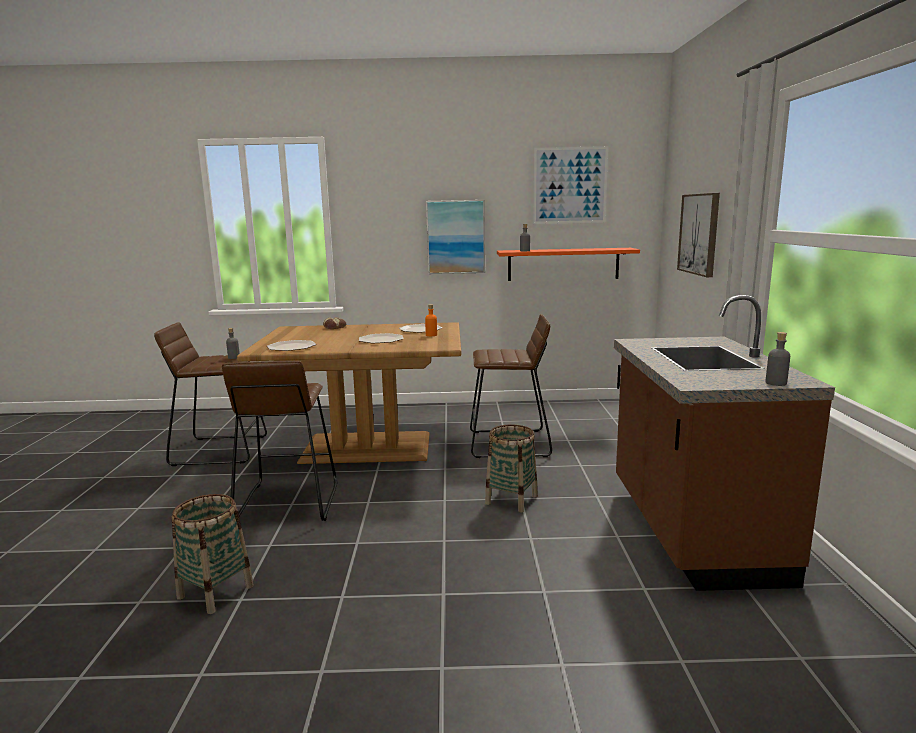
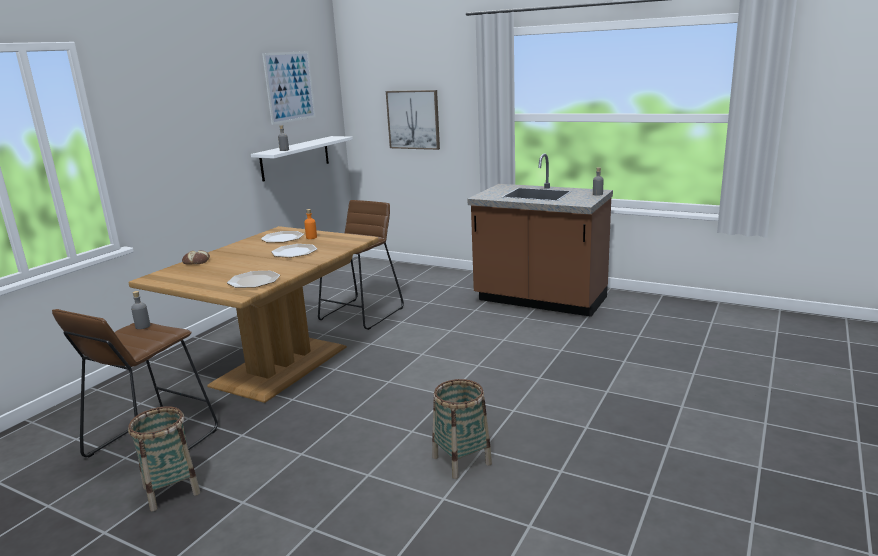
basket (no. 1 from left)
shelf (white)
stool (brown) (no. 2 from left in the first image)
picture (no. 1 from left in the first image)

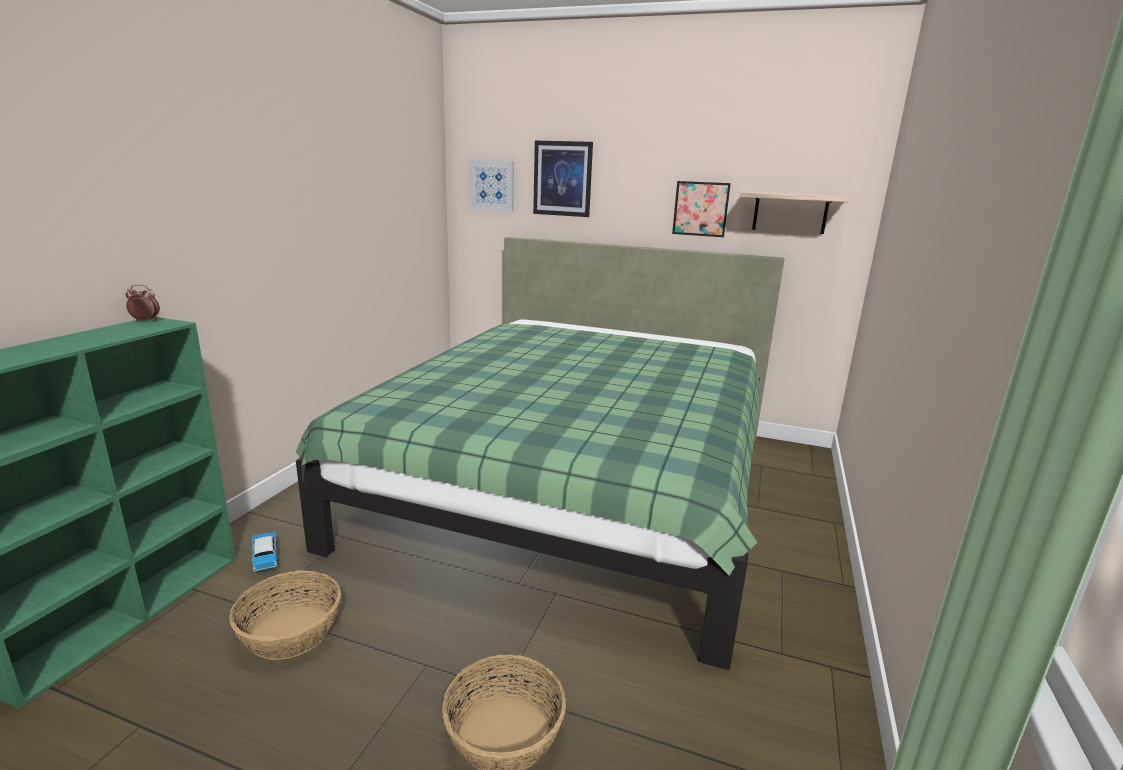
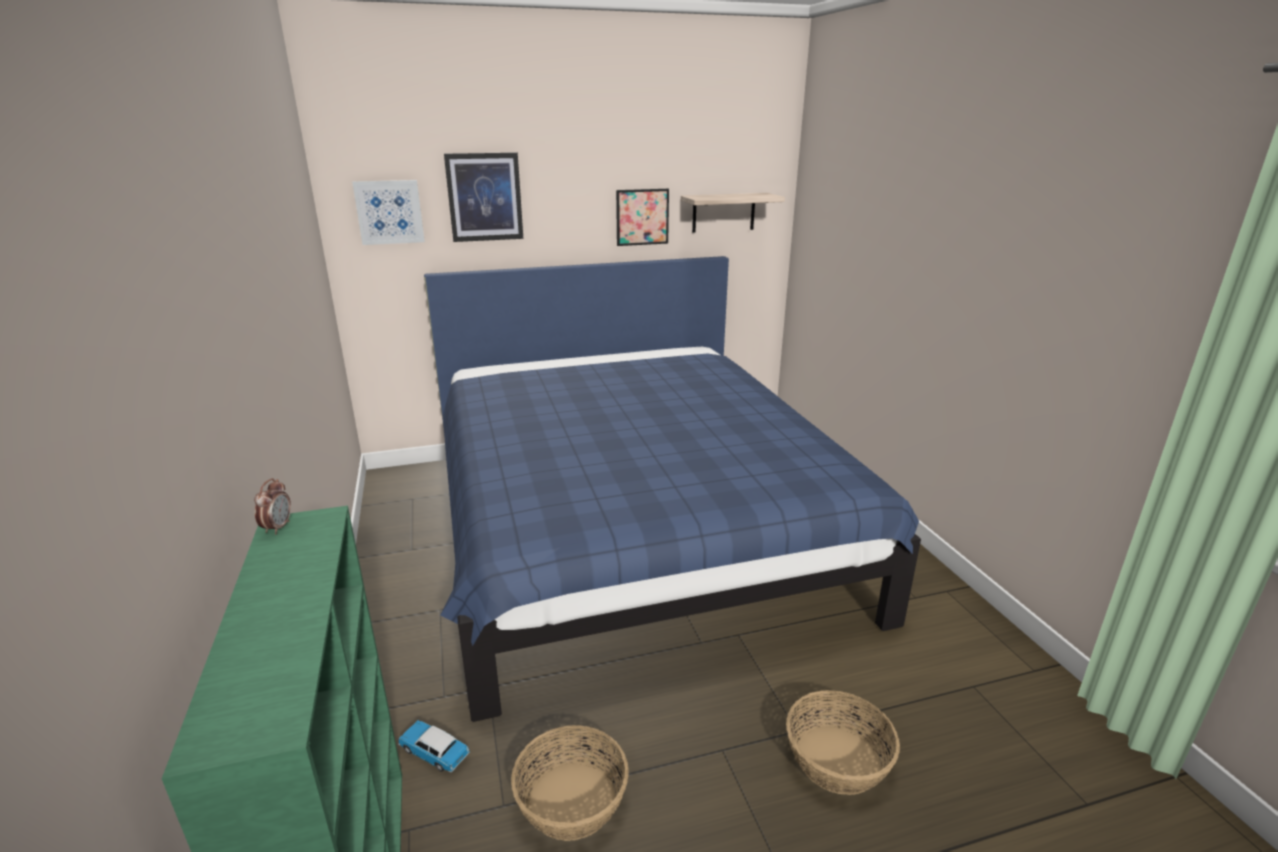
alarm clock
bed (blue)

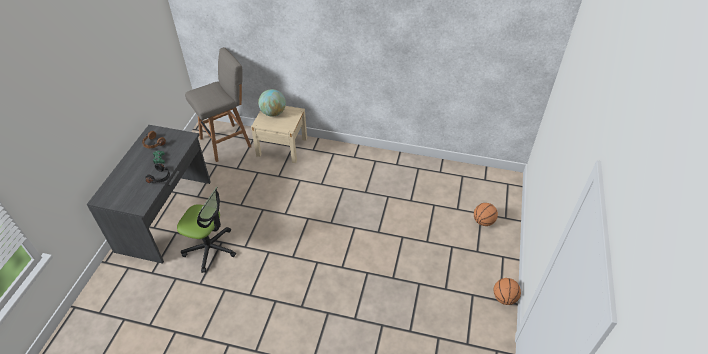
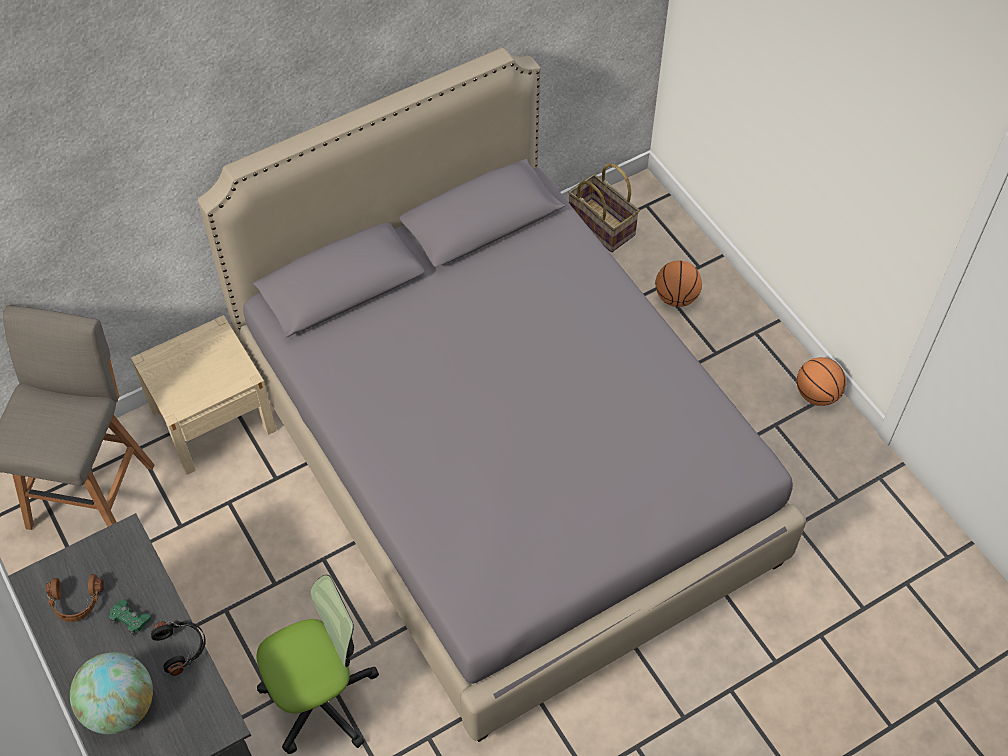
globe
bed (grey)
basket

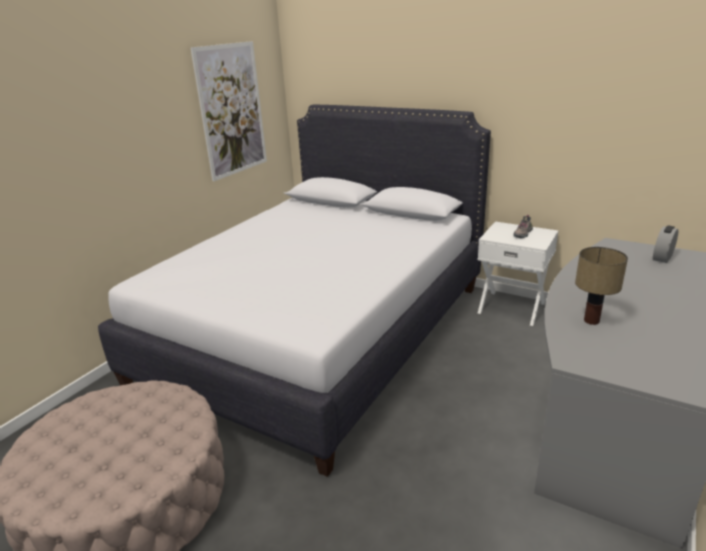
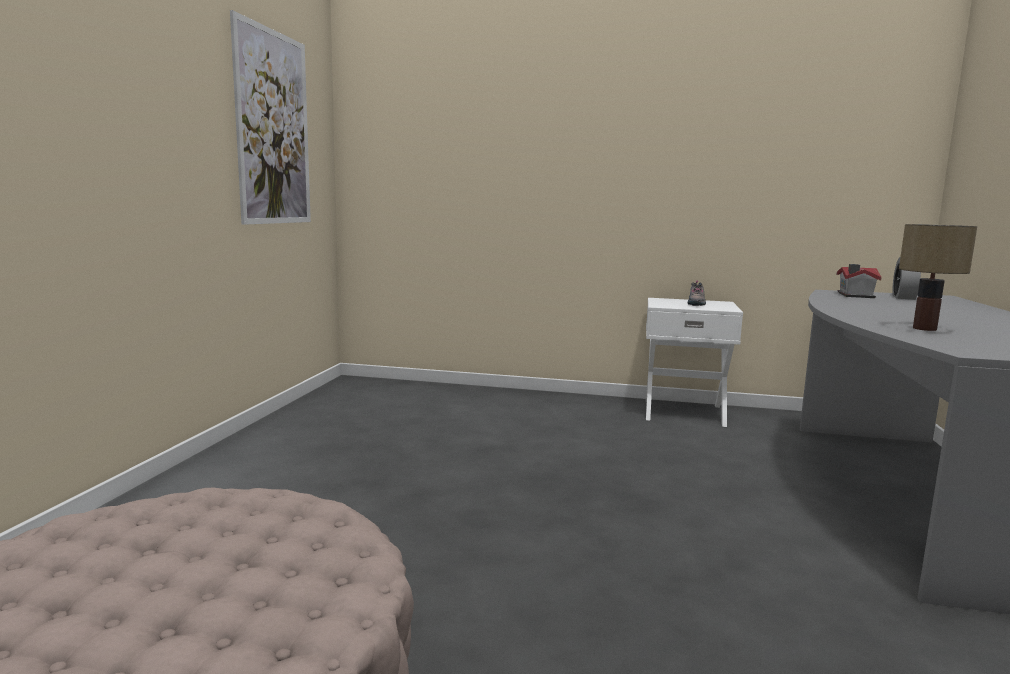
toy house
bed (white)

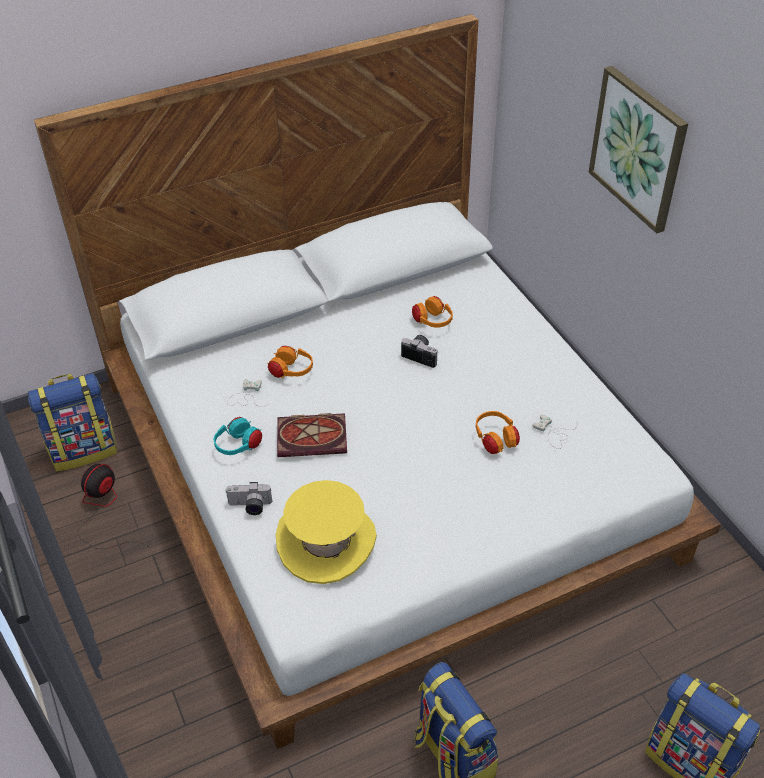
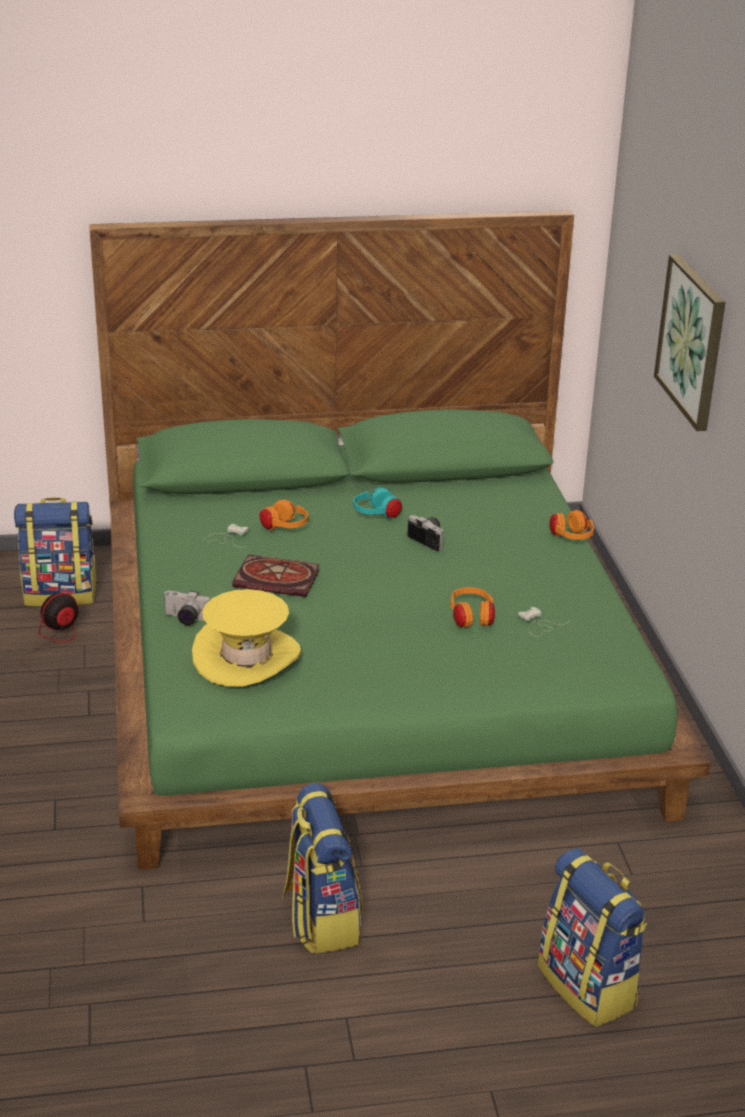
bed (green)
headphones (turquoise)
headphones (orange) (no. 3 from left)

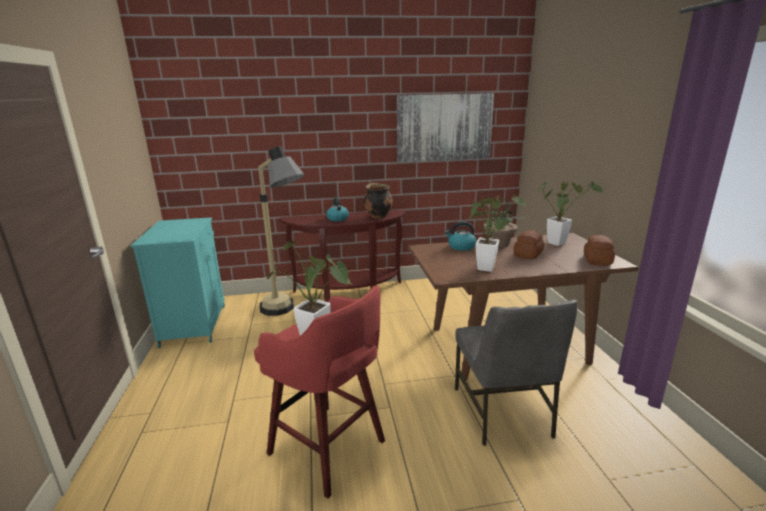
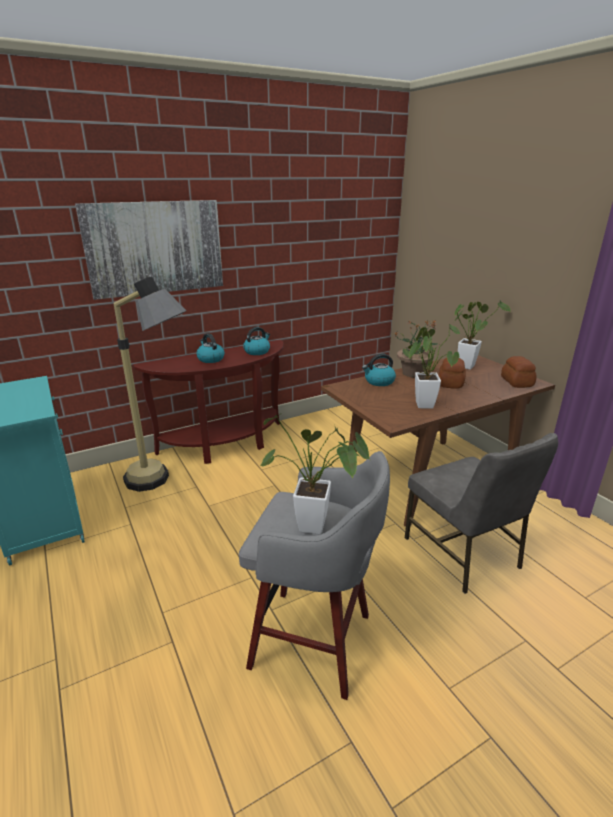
picture
stool (grey)
kettle (no. 2 from left)

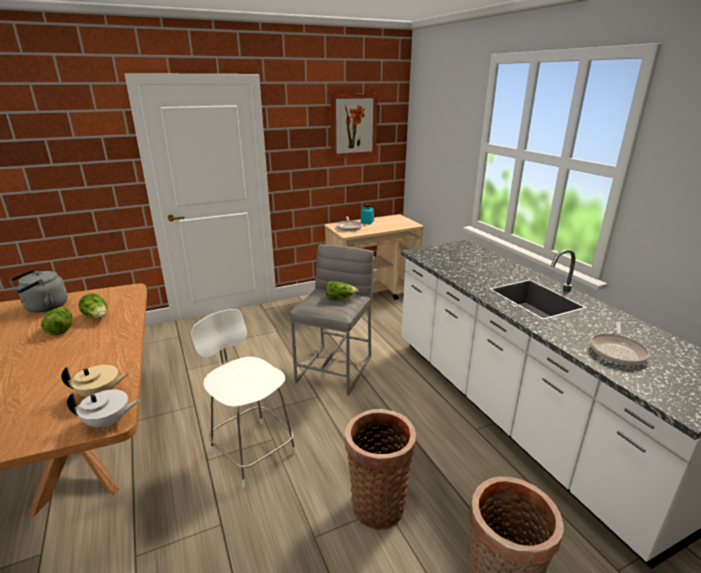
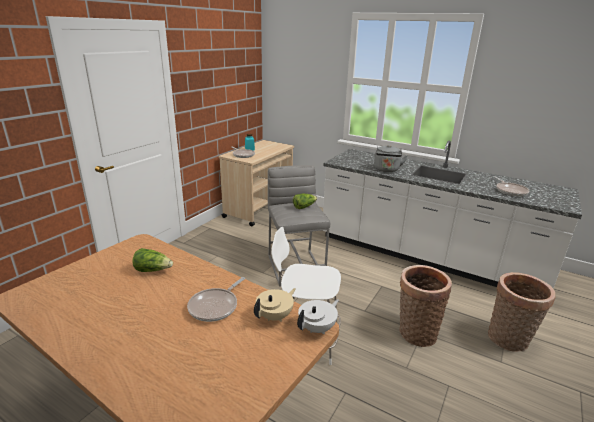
frying pan (no. 1 from left)
kettle (grey)
lettuce (no. 1 from left in the first image)
picture

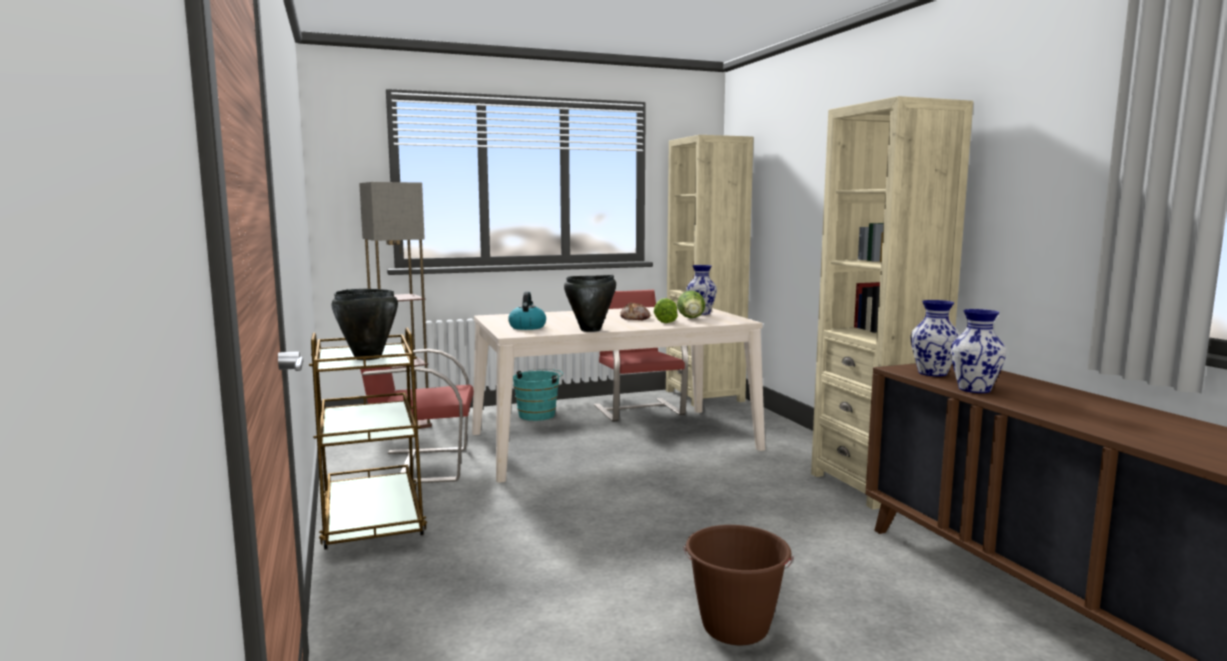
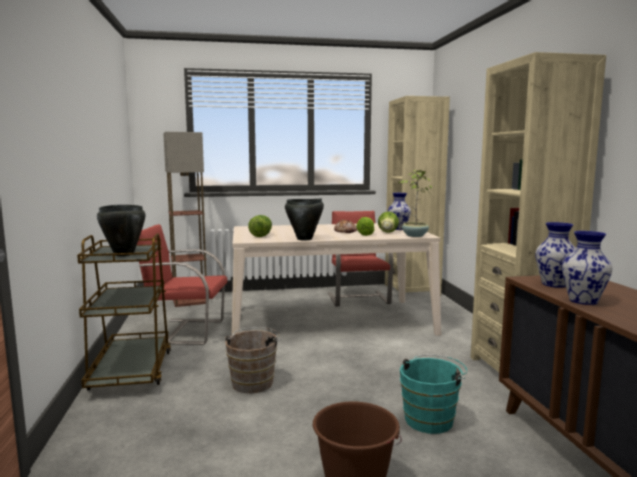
bucket (brown) (no. 1 from left)
lettuce (no. 1 from left)
potted plant
bucket (turquoise)

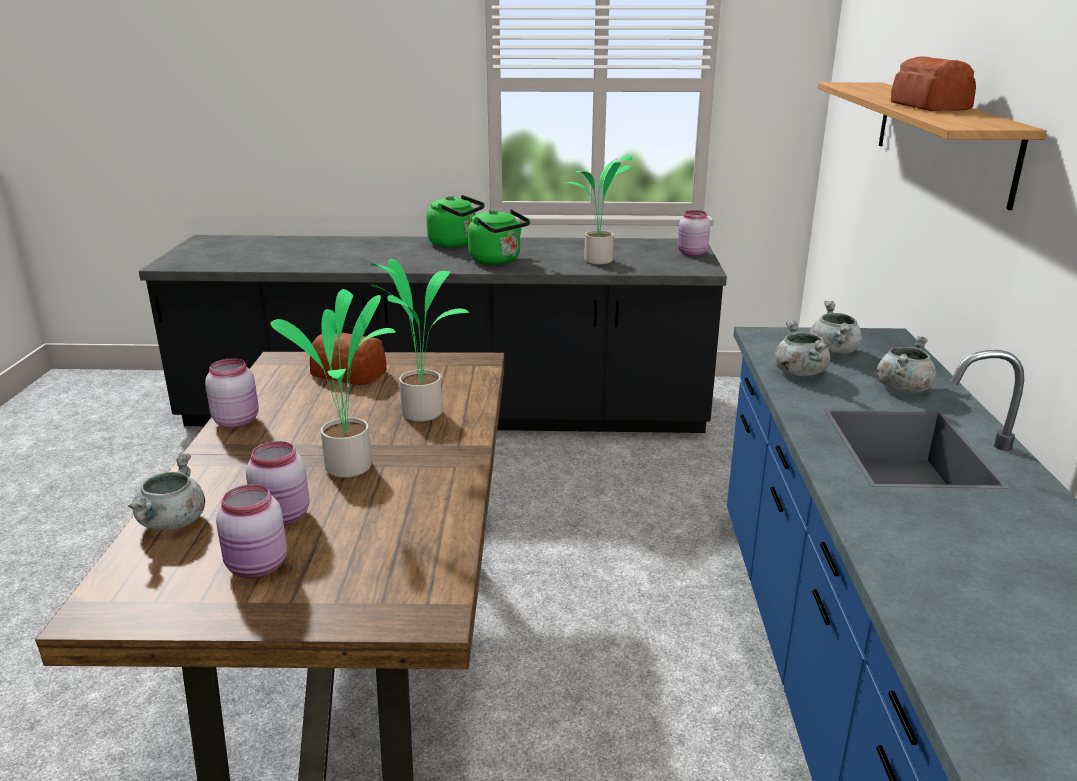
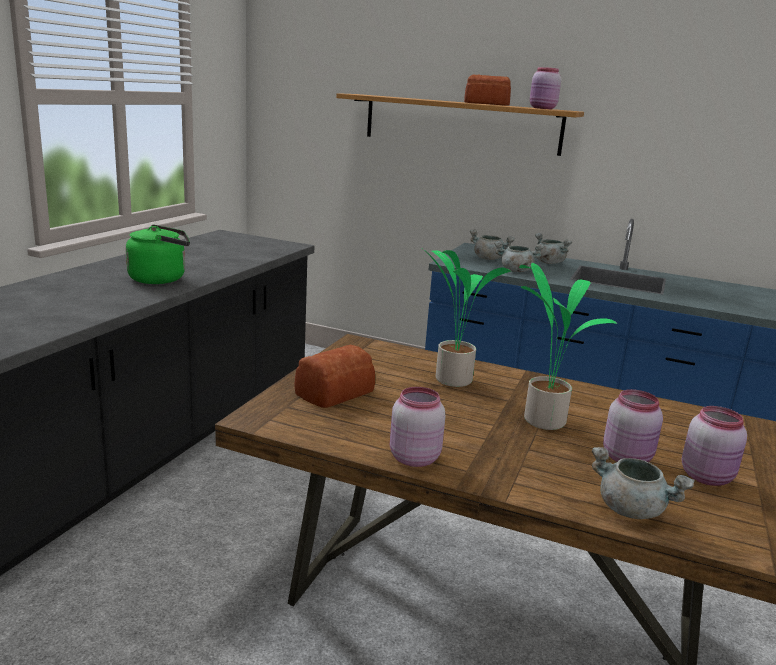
jar (pink) (no. 2 from left)
kettle (green) (no. 1 from left in the first image)
potted plant (no. 3 from left in the first image)

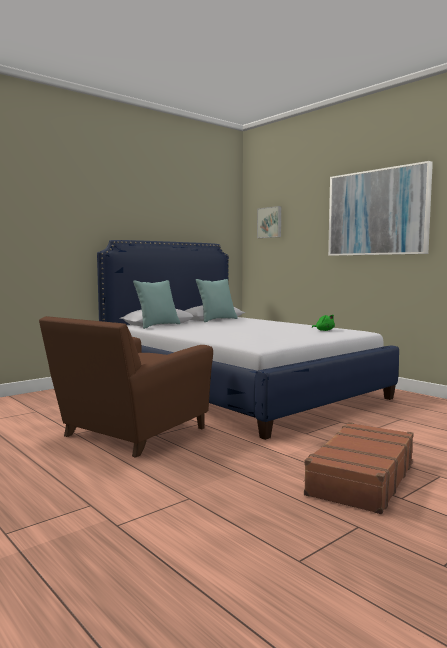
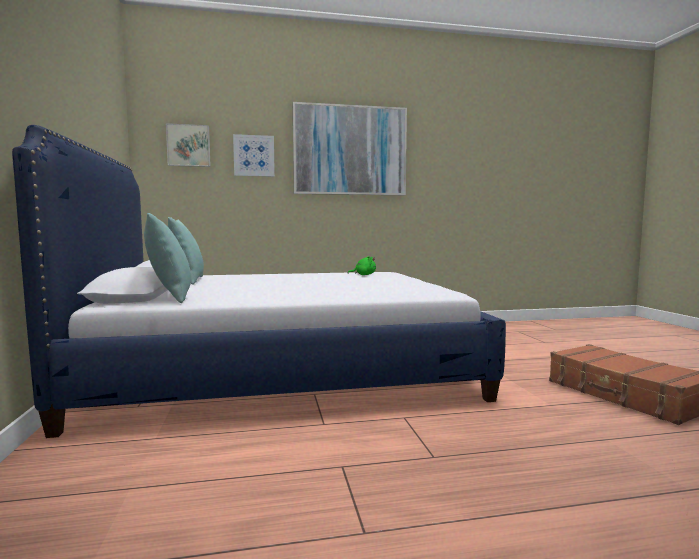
picture (no. 2 from left)
armchair (brown)

